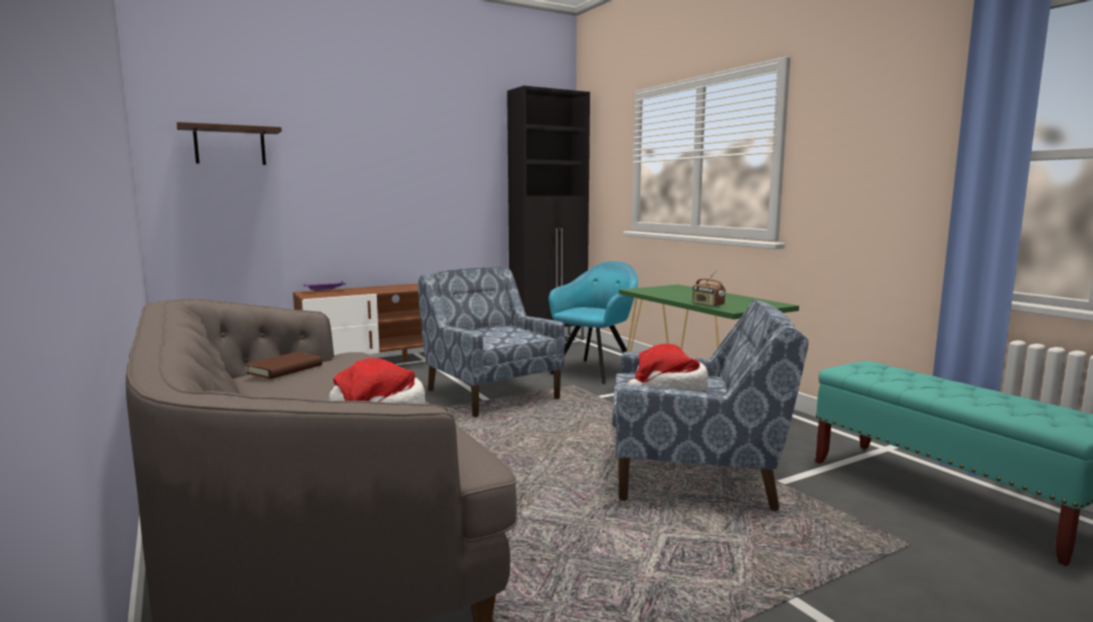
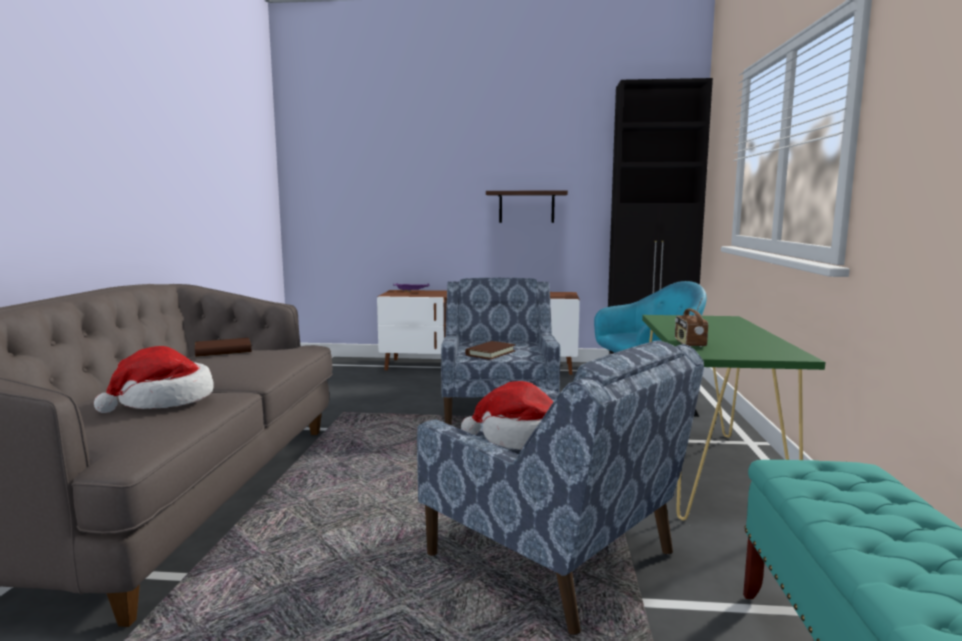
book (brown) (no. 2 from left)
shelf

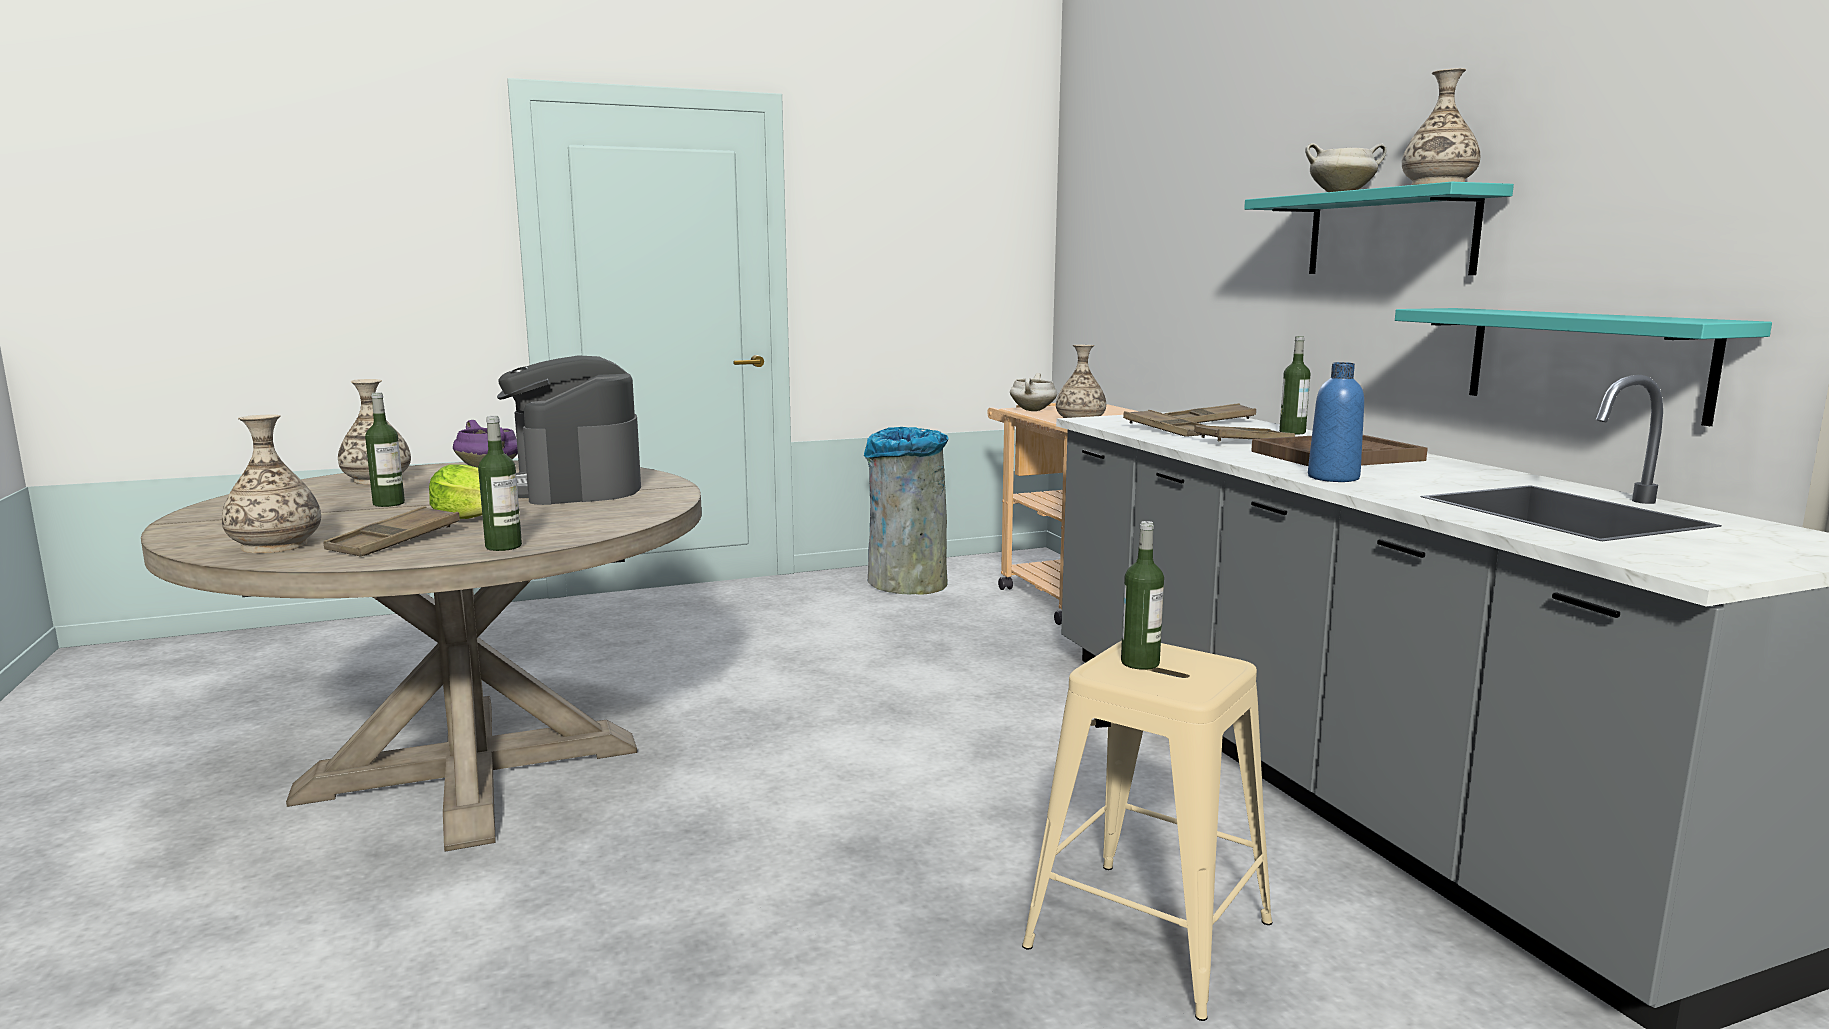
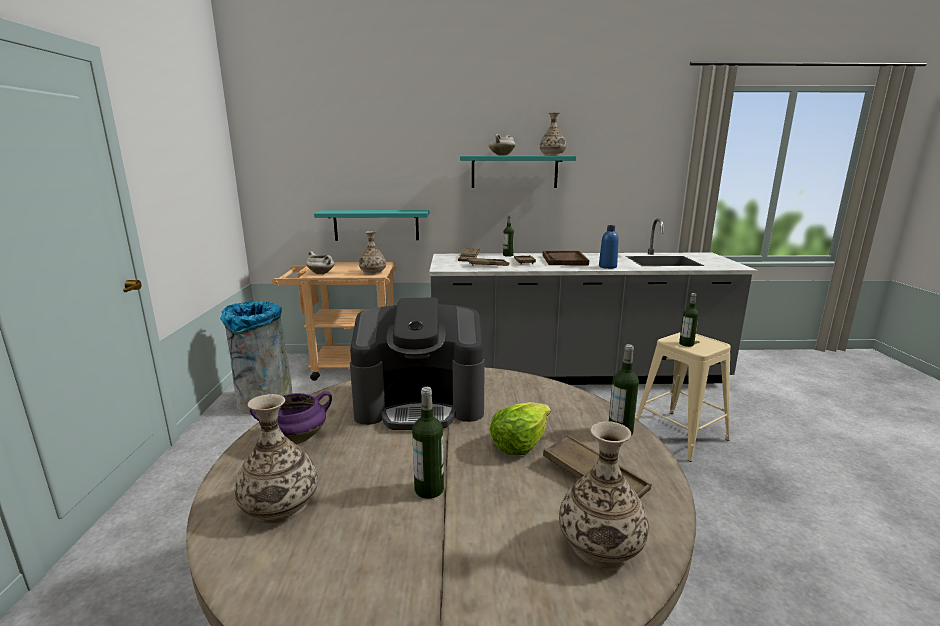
shelf (turquoise) (no. 1 from left)

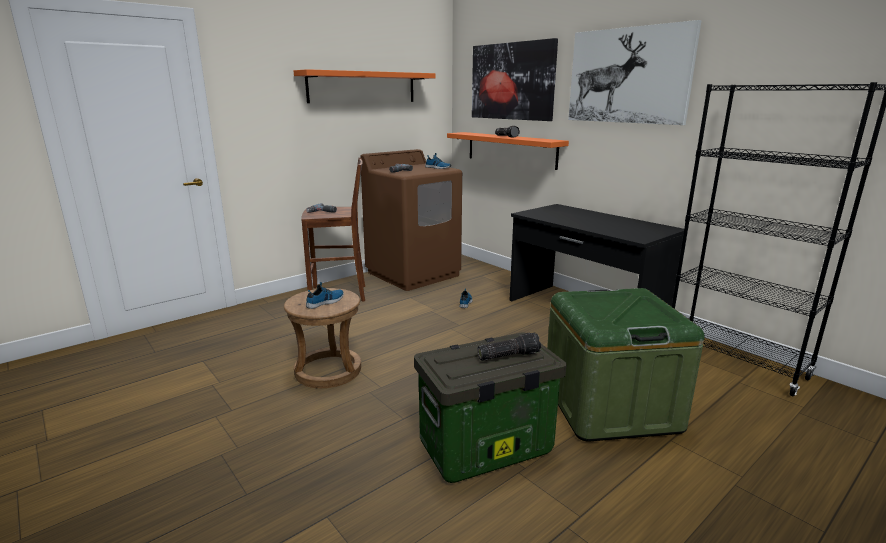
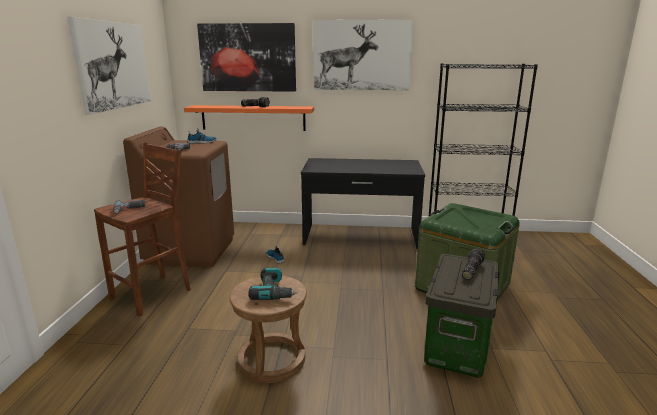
picture (no. 1 from left)
power drill (no. 3 from left)

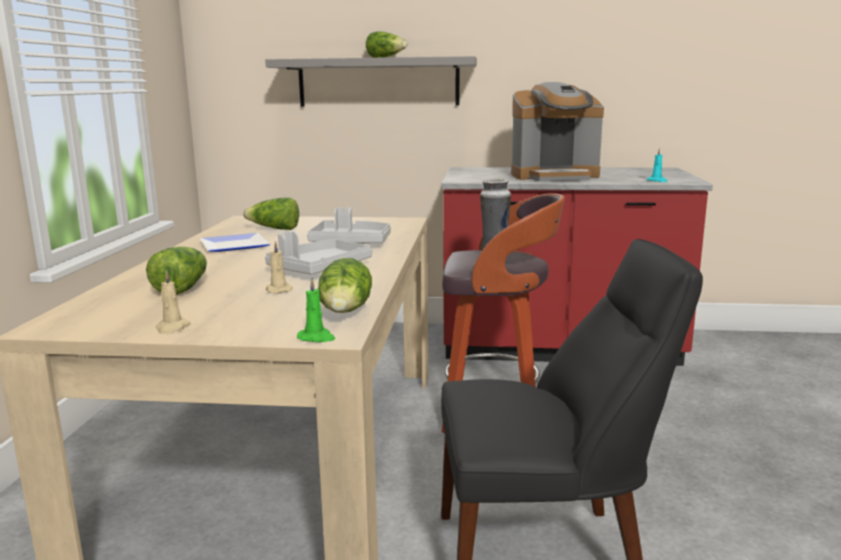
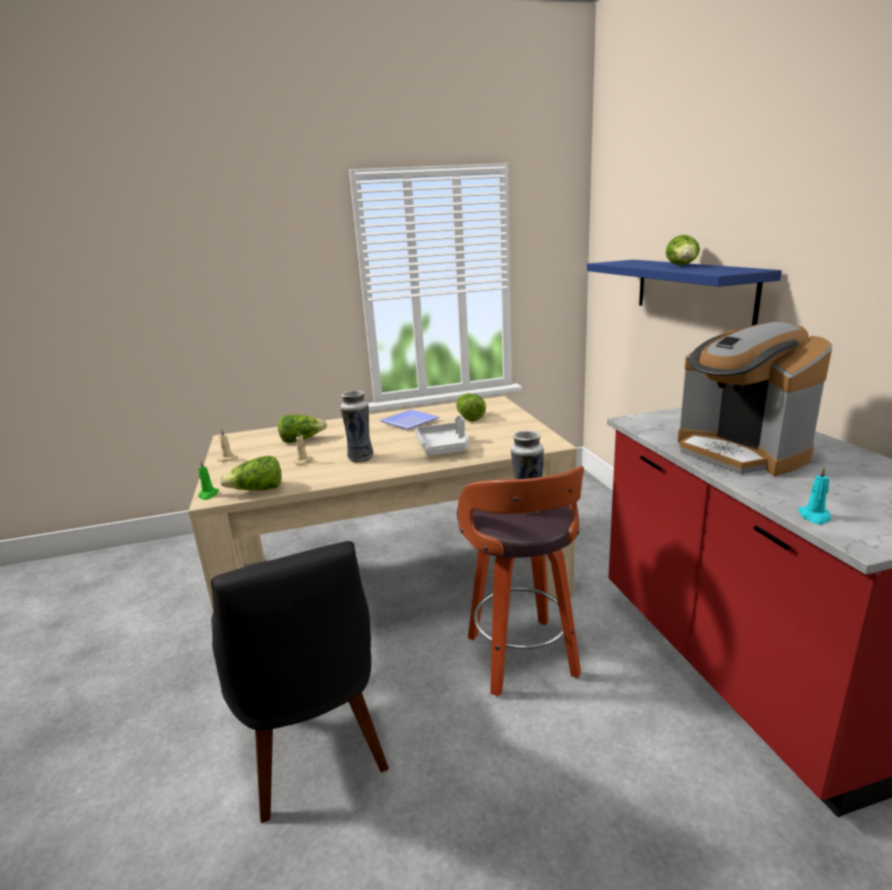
vase (no. 1 from left)
shelf (blue)

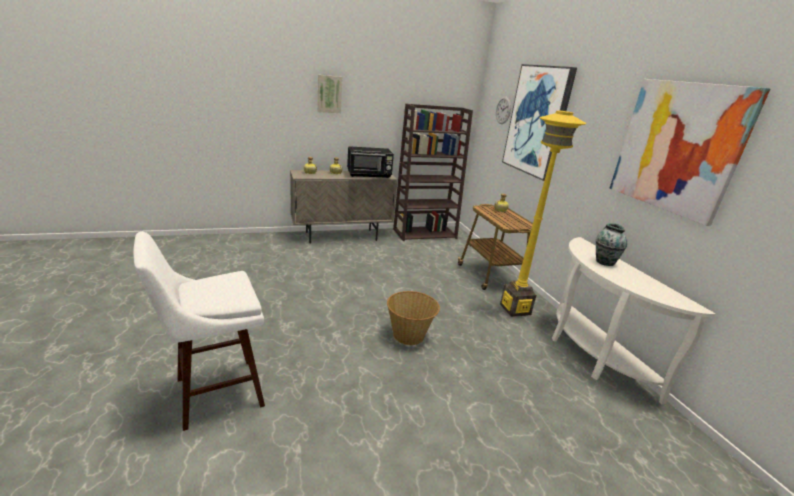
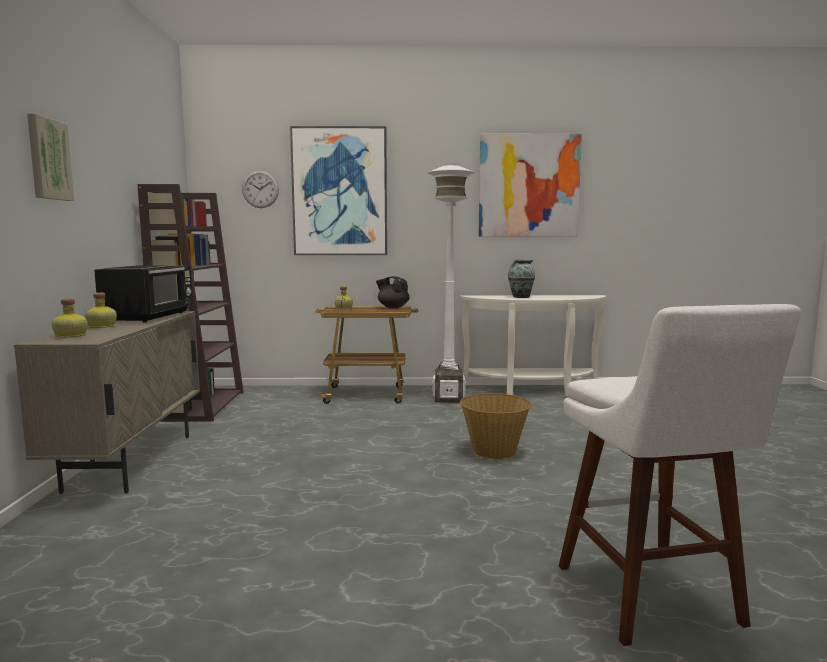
teapot (black)
floor lamp (white)

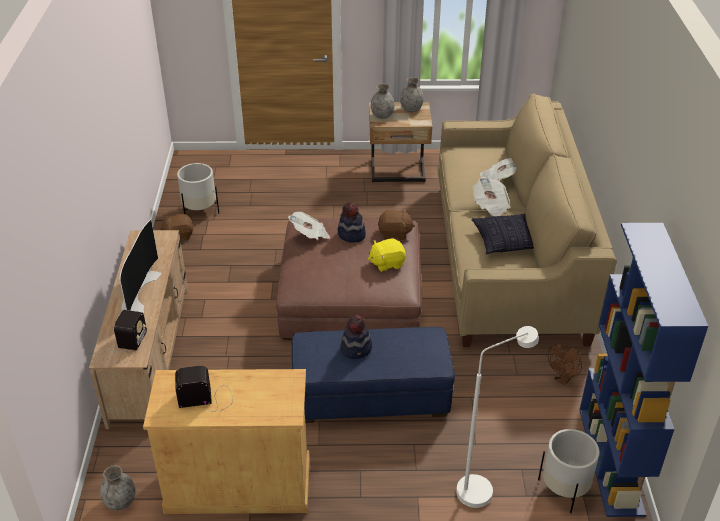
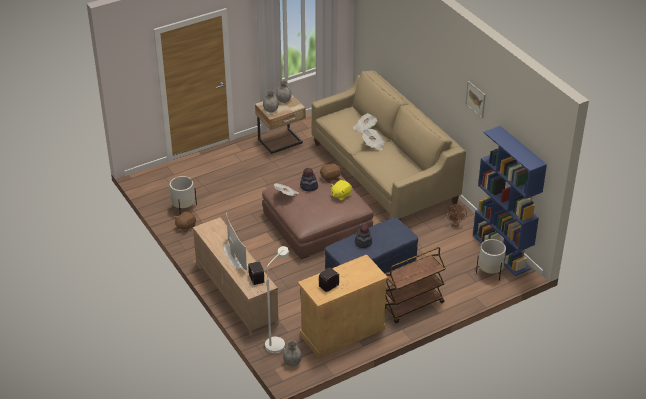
floor lamp (white)
cart (brown)
picture
pillow

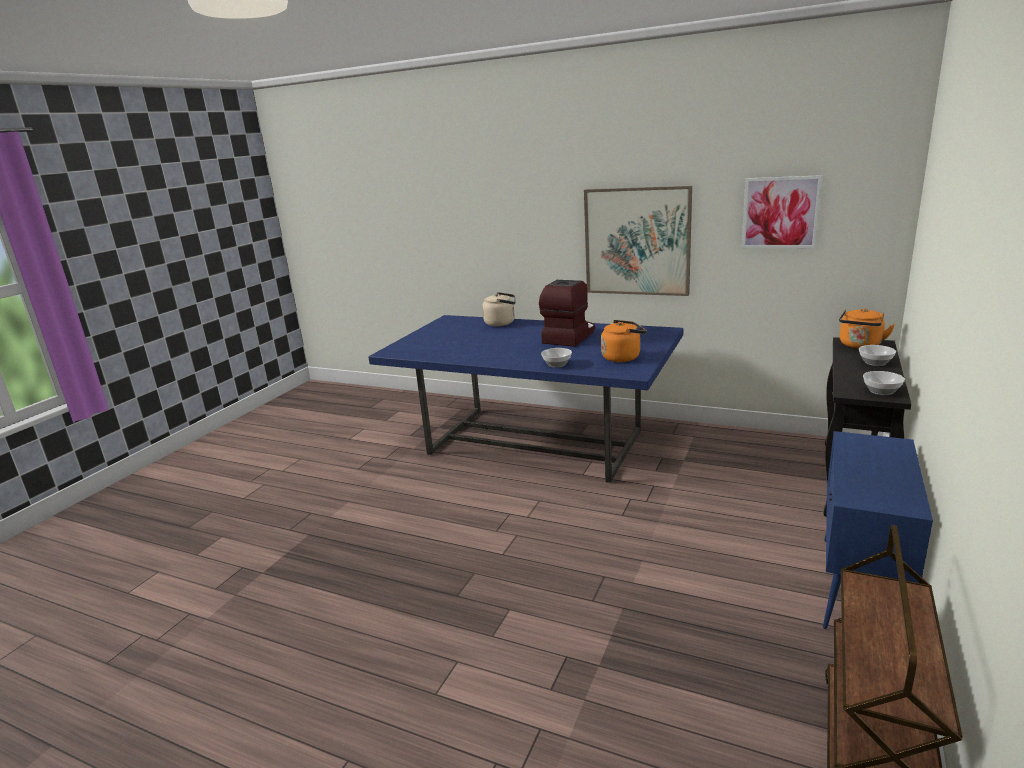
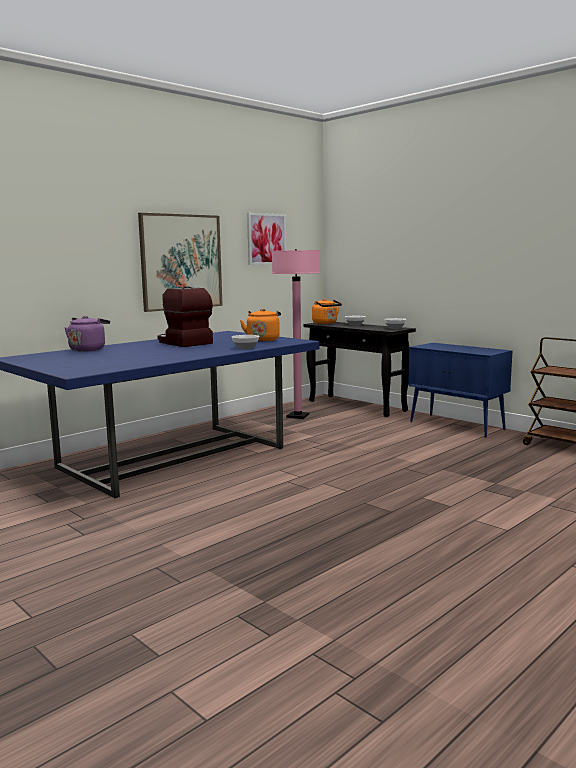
kettle (purple)
floor lamp (pink)

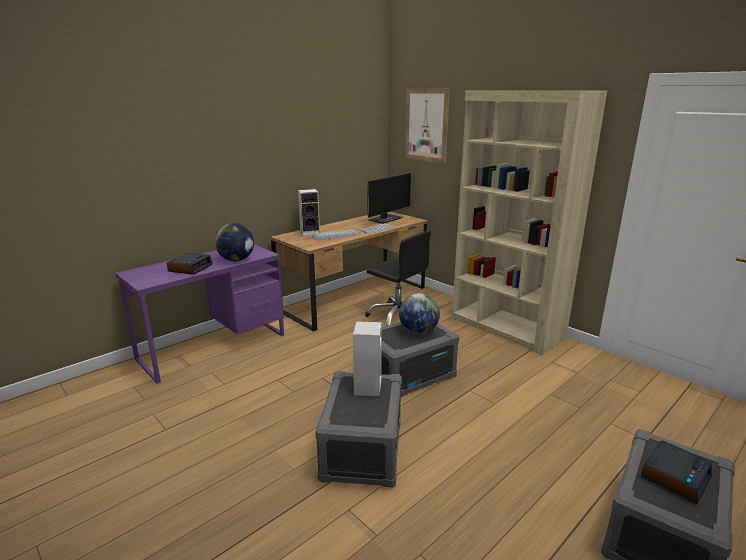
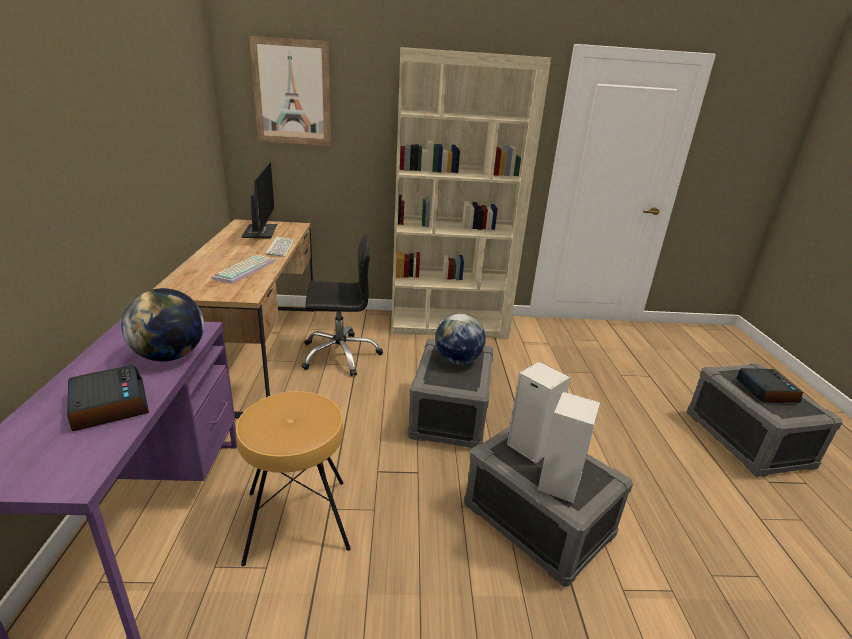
stool (brown)
speaker (no. 2 from left)

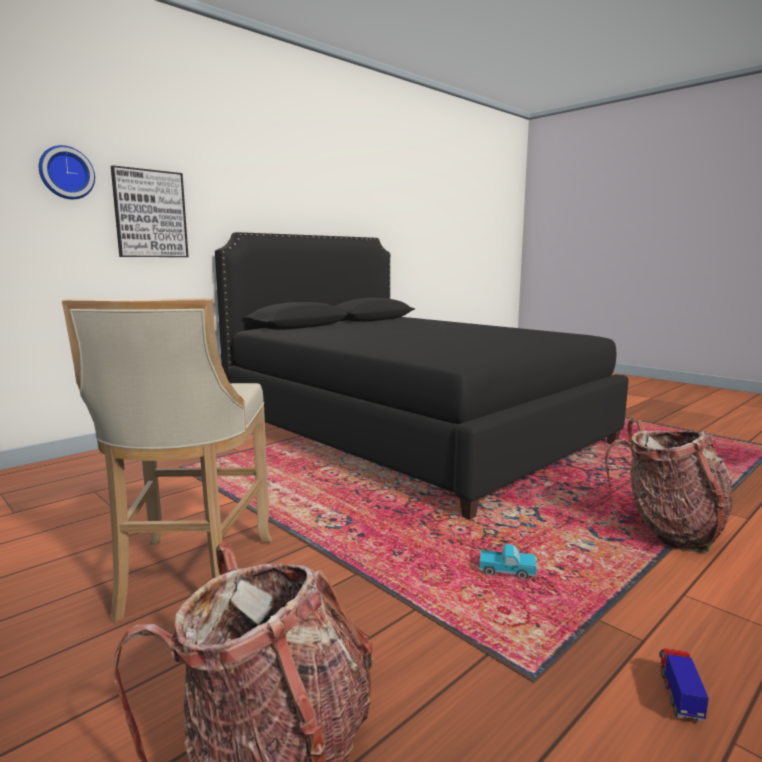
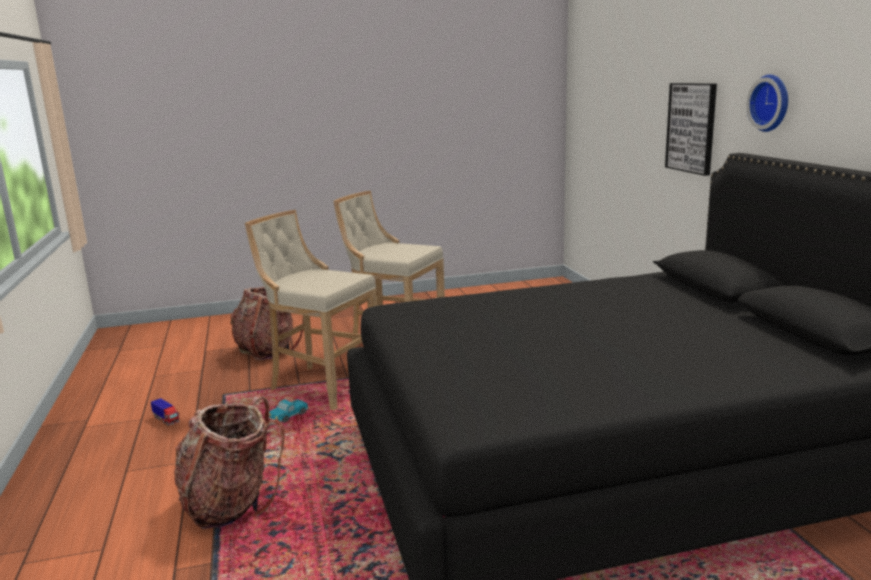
stool (beige) (no. 1 from left)
wall clock

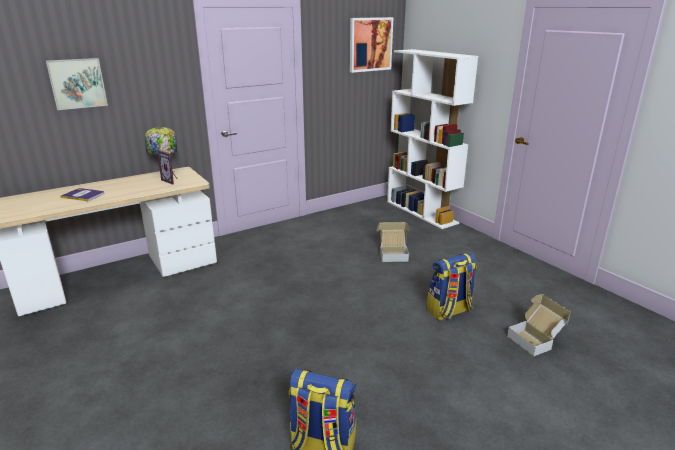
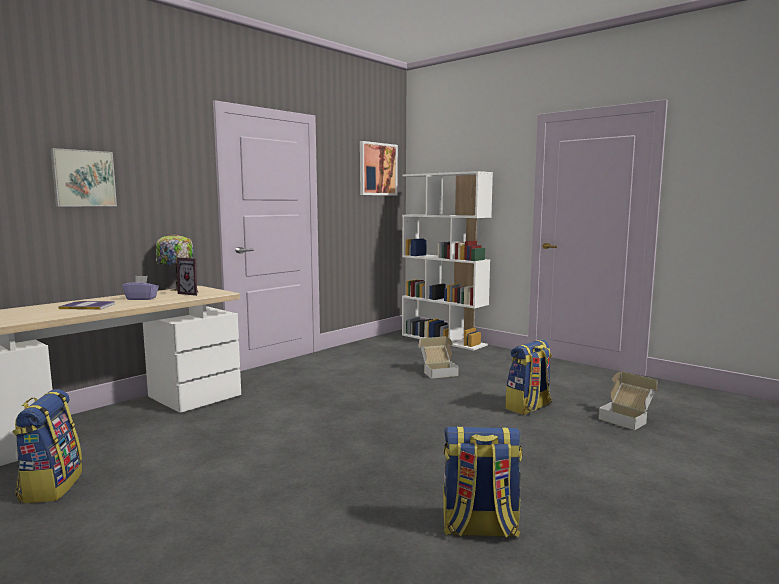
backpack (no. 1 from left)
tissue box (purple)

